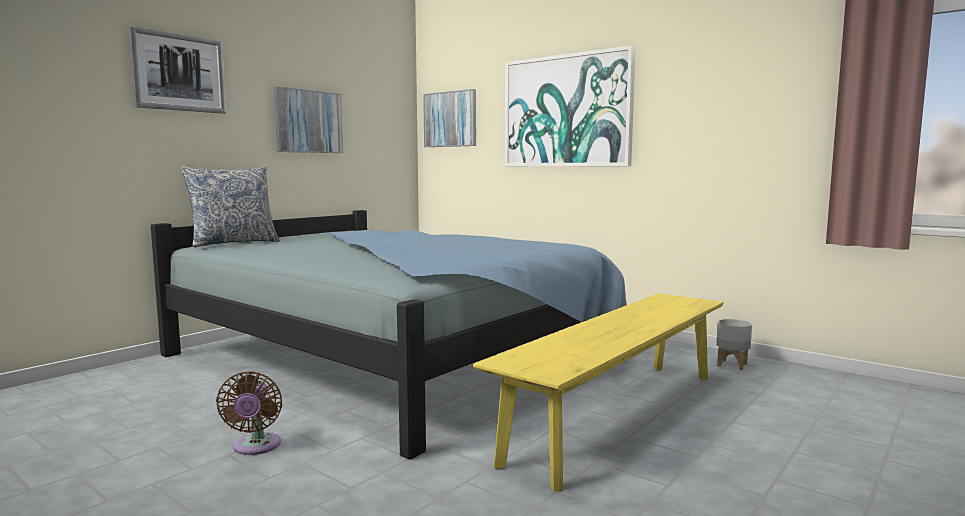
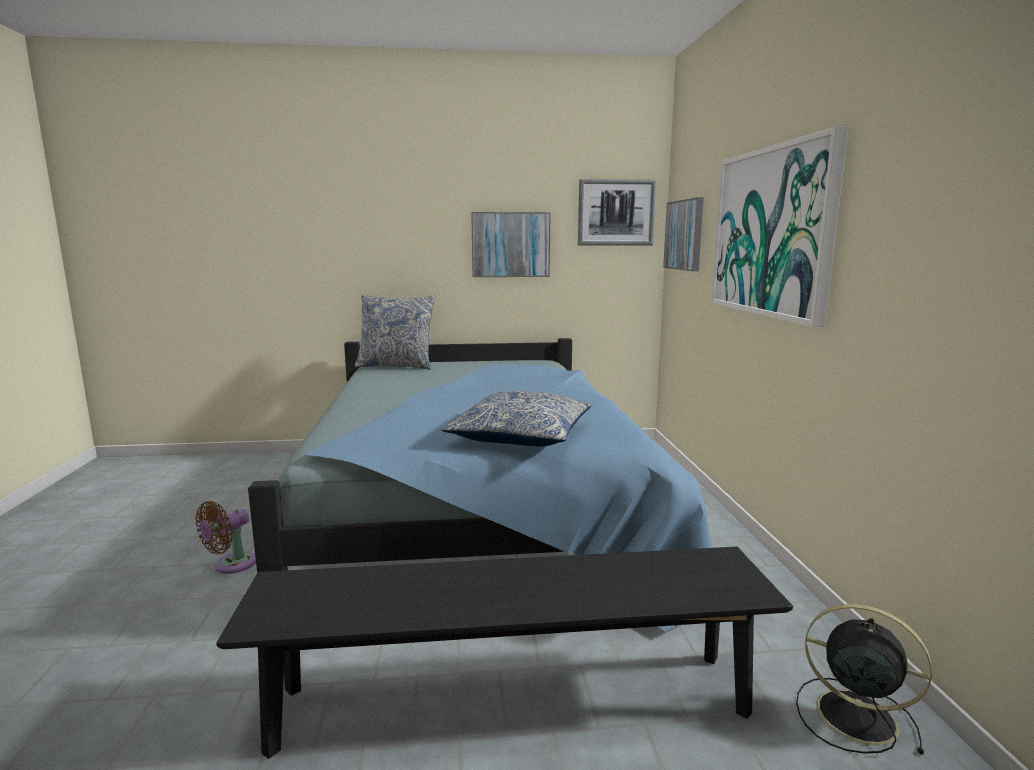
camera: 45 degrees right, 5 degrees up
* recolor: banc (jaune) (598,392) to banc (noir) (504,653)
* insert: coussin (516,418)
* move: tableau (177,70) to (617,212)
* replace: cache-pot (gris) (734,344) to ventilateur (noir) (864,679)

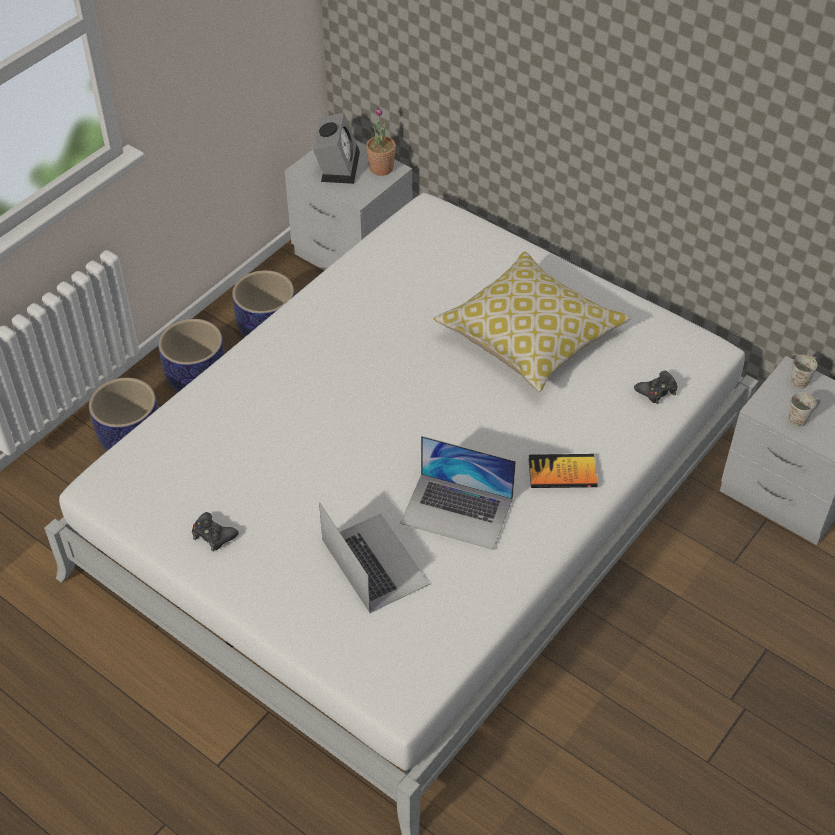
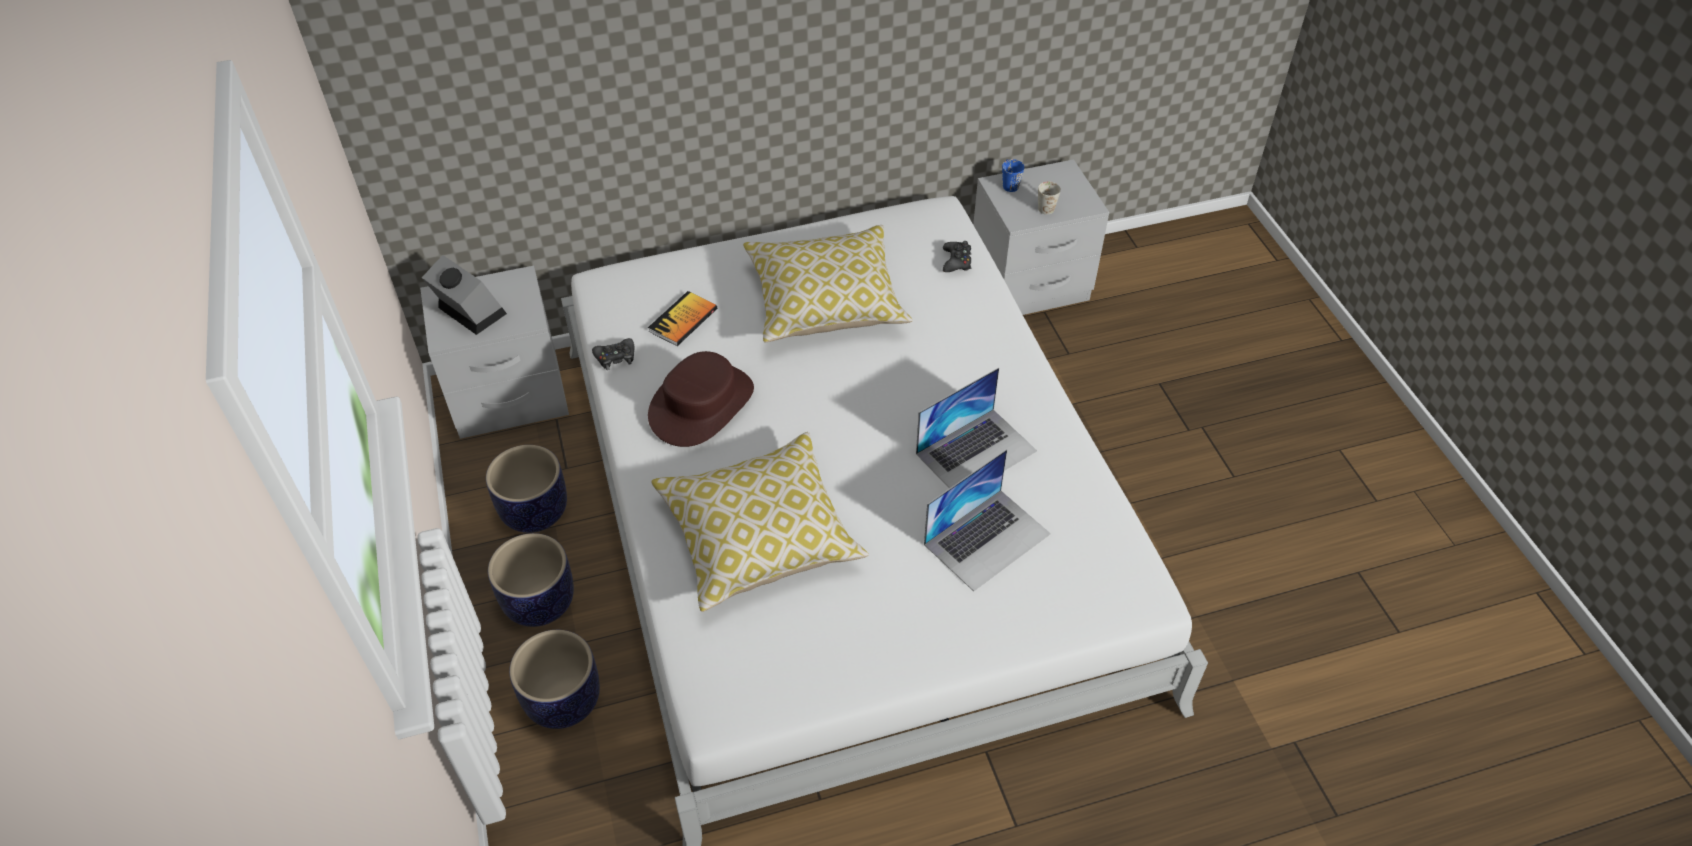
camera: 55 degrees left, 0 degrees up
* move: manette (noir) (215,531) to (613,354)
* move: livre (563,471) to (682,318)
* insert: chapeau (marron) (701,399)
* insert: coussin (760,522)
* rotate: ordinateur portable (374,557) = (987,520) 135 degrees clockwise
* recolor: mug (blanc) (804,372) to mug (bleu) (1013,175)
* delete: plante en pot (381,141)

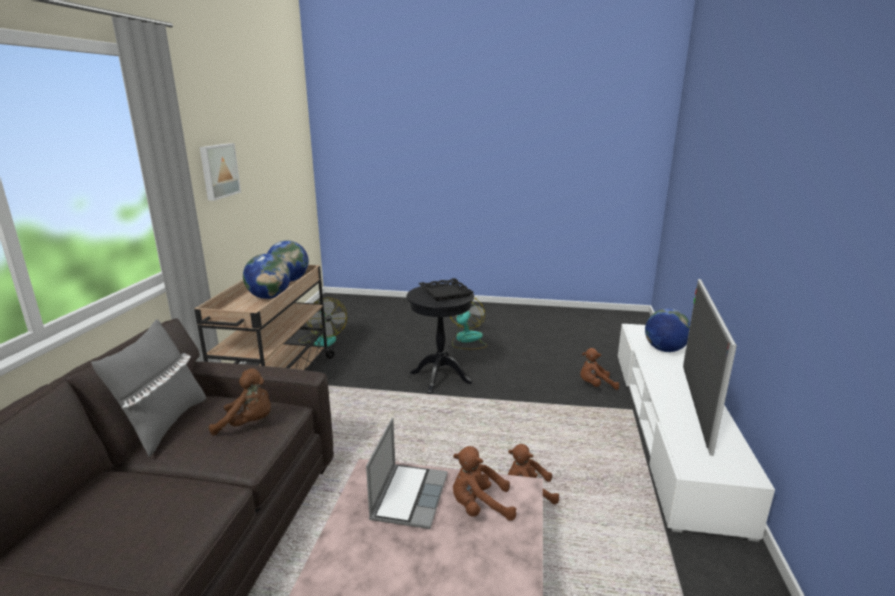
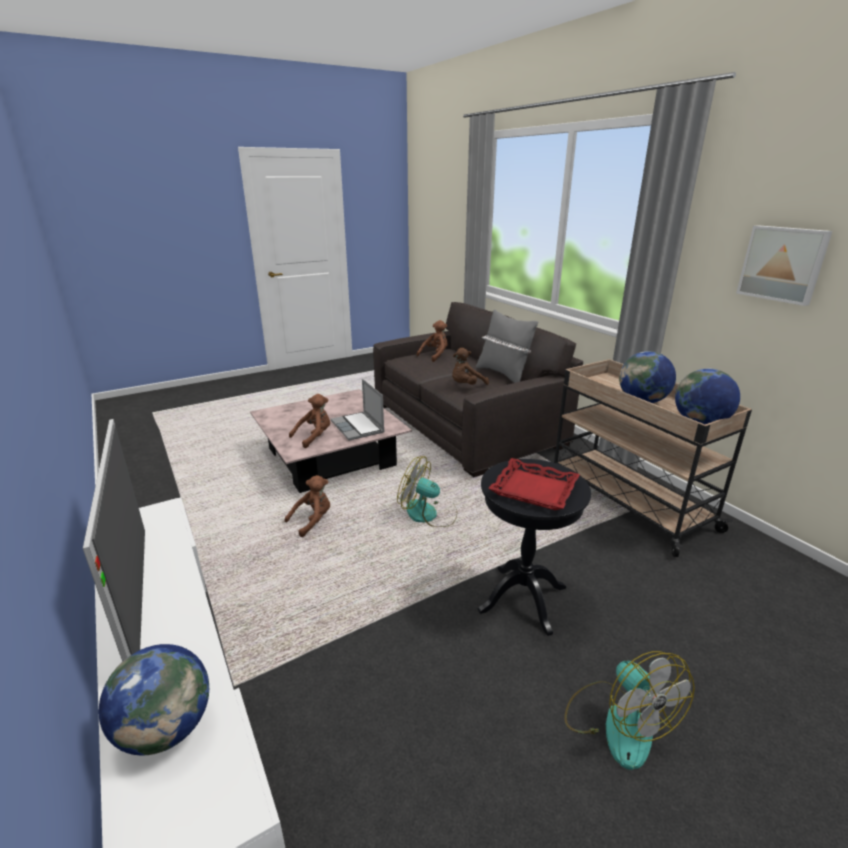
camera: 140 degrees right, 5 degrees up
* move: ventilateur (323,322) to (427,491)
* move: peluche (marron) (599,369) to (432,341)
* recolor: plateau (noir) (445,289) to plateau (rouge) (534,484)

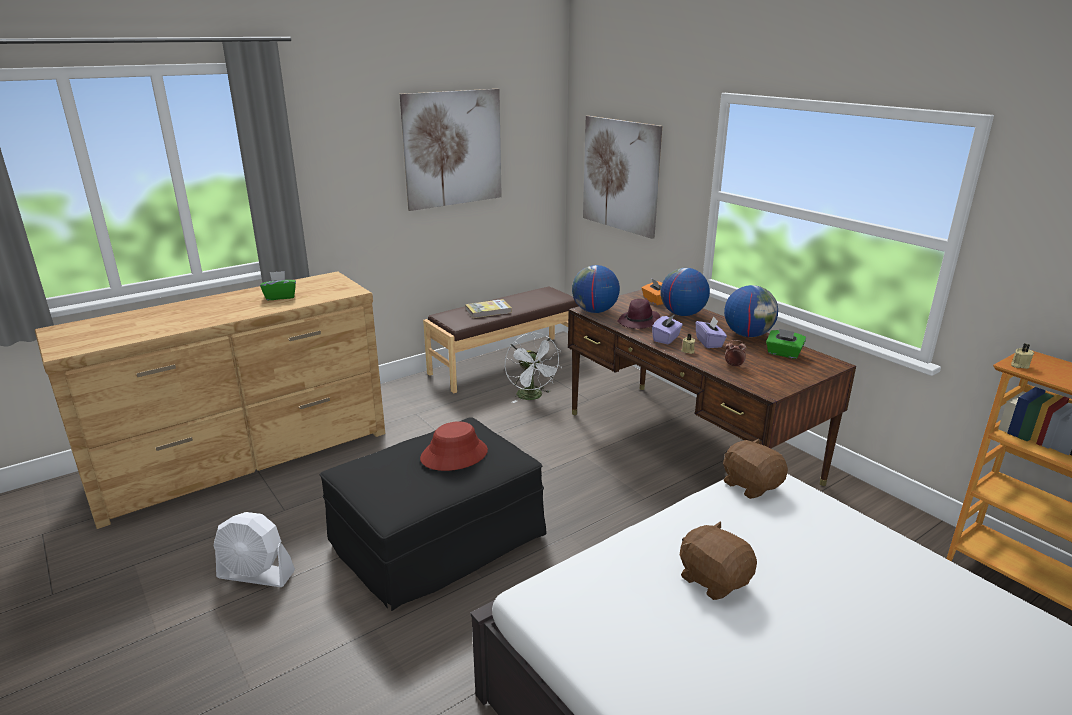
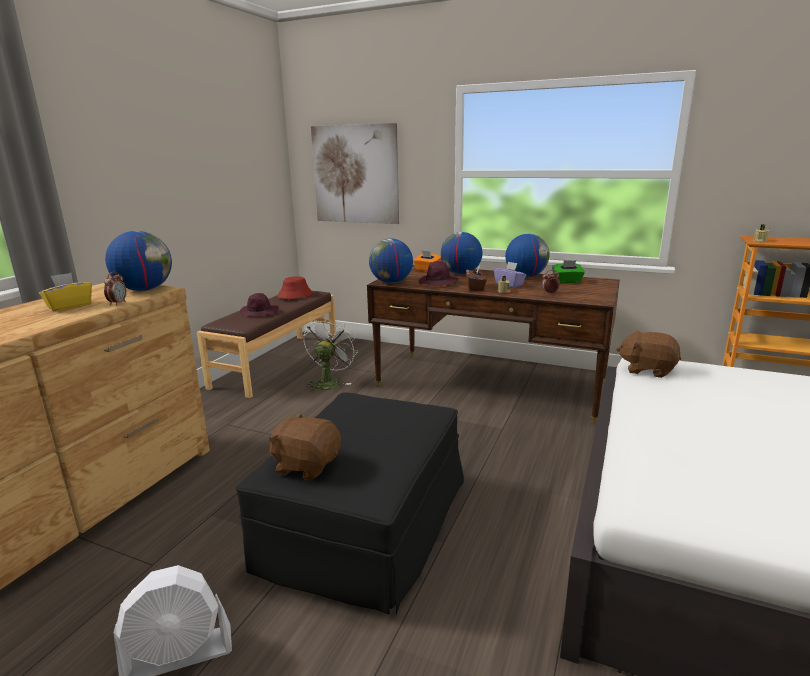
camera: 30 degrees left, 5 degrees down
* recolor: boîte à mouchoirs (vert) (278,285) to boîte à mouchoirs (jaune) (65,292)
* insert: réveil (115,288)
* insert: globe (138,261)
* replace: livre (488,308) to chapeau (violet) (259,305)
* move: peluche (marron) (718,560) to (305,447)
* move: chapeau (rouge) (454,446) to (295,287)
* rotate: ventilateur (blanc) (533,368) = (331,354) 105 degrees counterclockwise
* recolor: boîte à mouchoirs (violet) (667,329) to boîte à mouchoirs (marron) (476,278)
* delete: tableau (451,150)

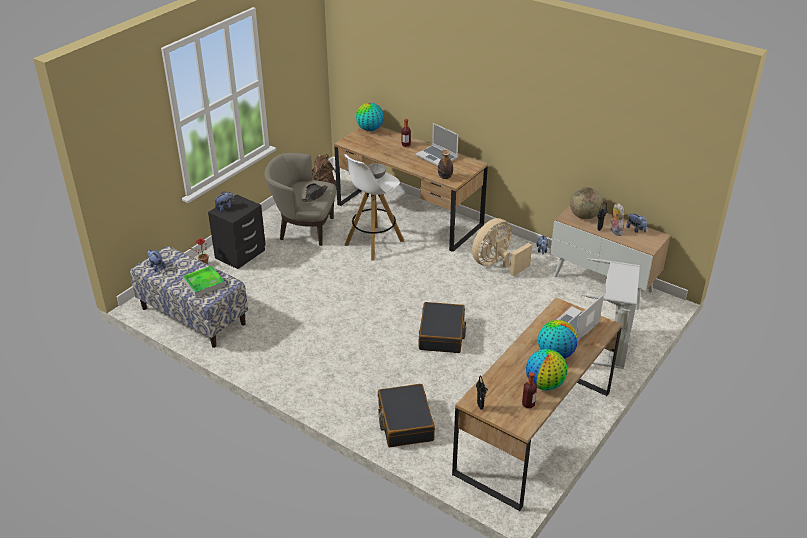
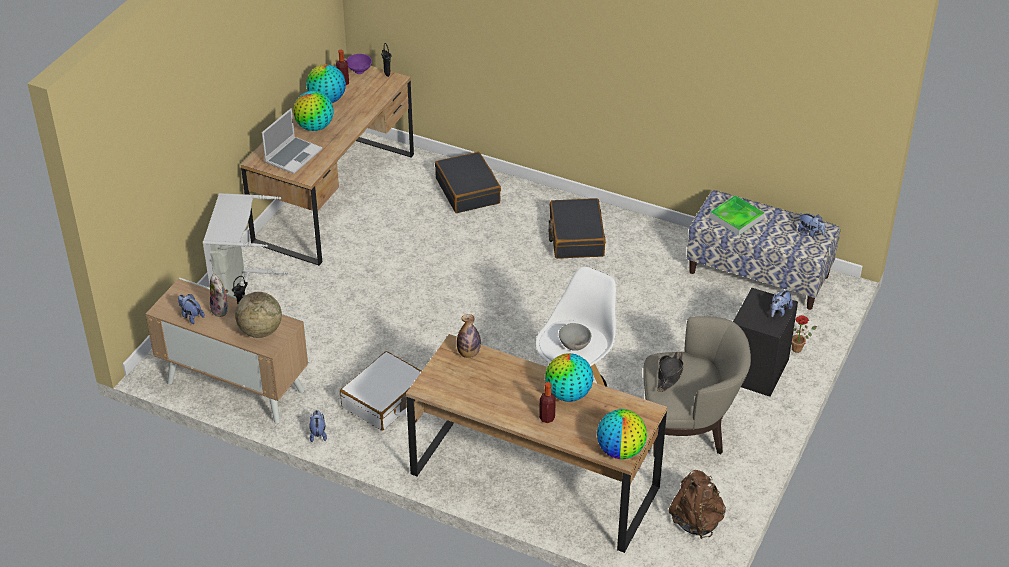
camera: 170 degrees right, 5 degrees up
* replace: ventilateur (beige) (502,247) to valise (blanc) (381,391)
* insert: bol (violet) (359,64)
* insert: globe (569,377)
* move: valise (noir) (442,327) to (577,228)
* delete: ordinateur portable (437,144)

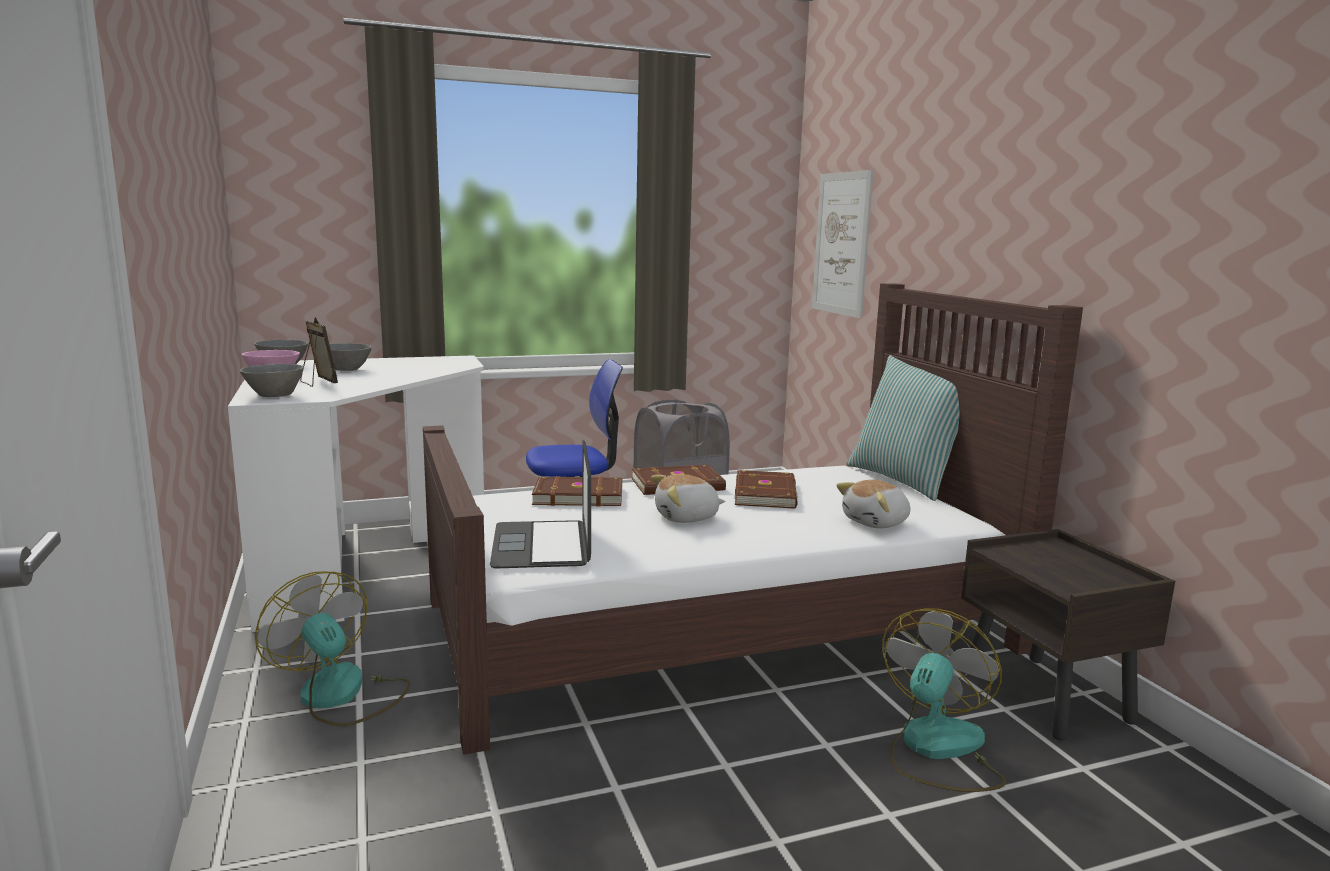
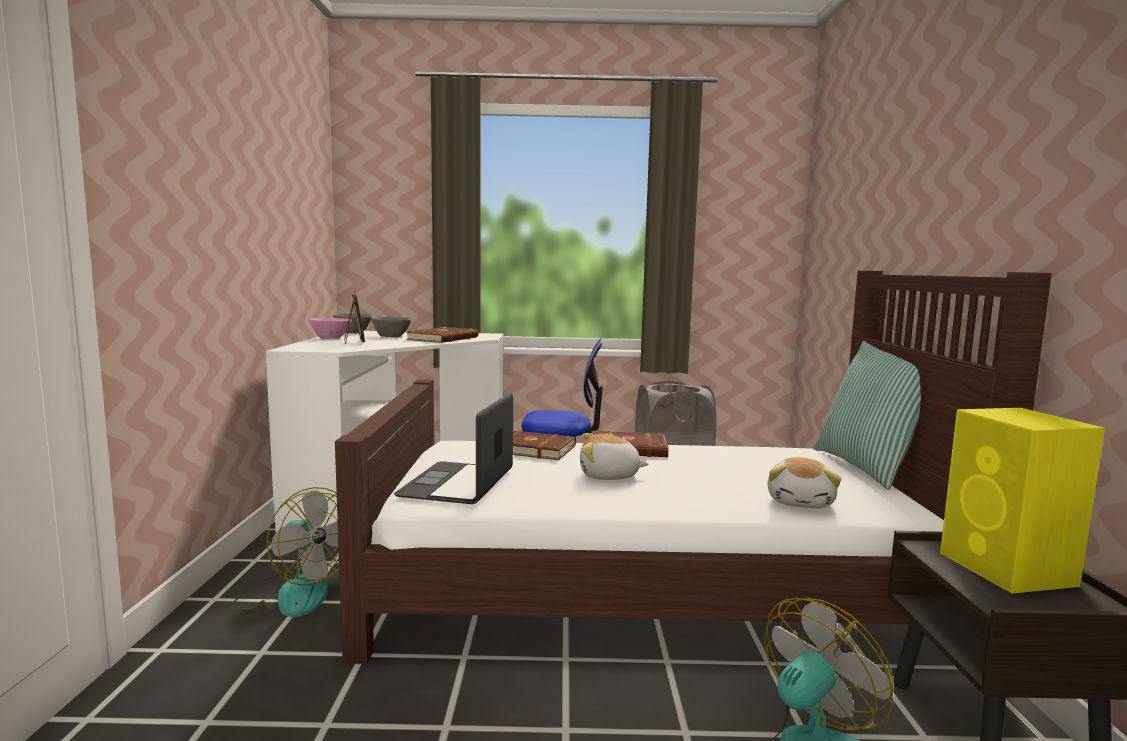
camera: 20 degrees right, 5 degrees down
* rotate: ventilateur (333,648) = (285,552) 150 degrees clockwise
* move: livre (marron) (766,489) to (442,335)
* rotate: peluche (873,504) = (804,482) 60 degrees counterclockwise
* insert: enceinte (jaune) (1022,500)
* delete: bol (gris) (272,380)
* delete: tableau (843,244)

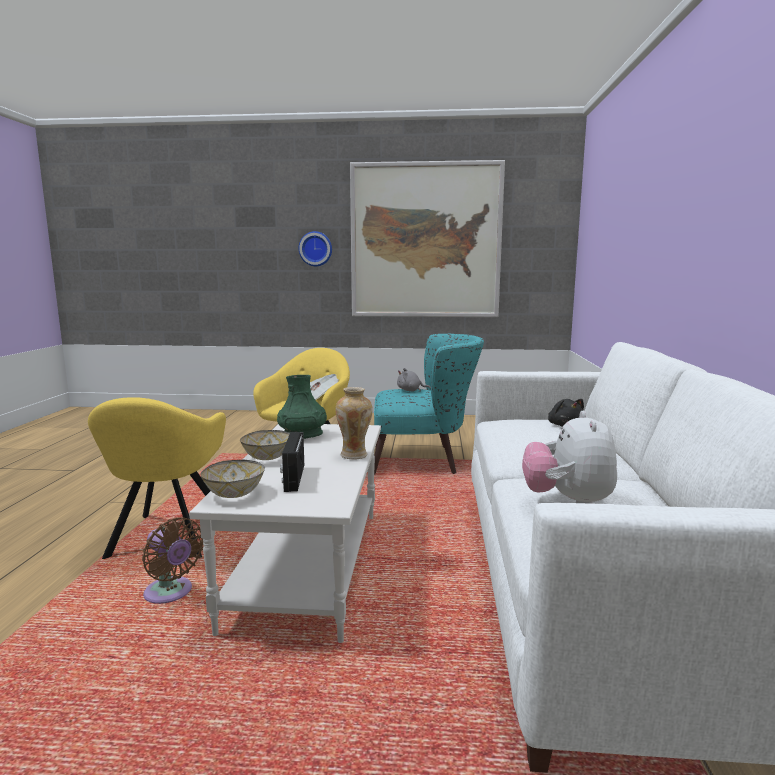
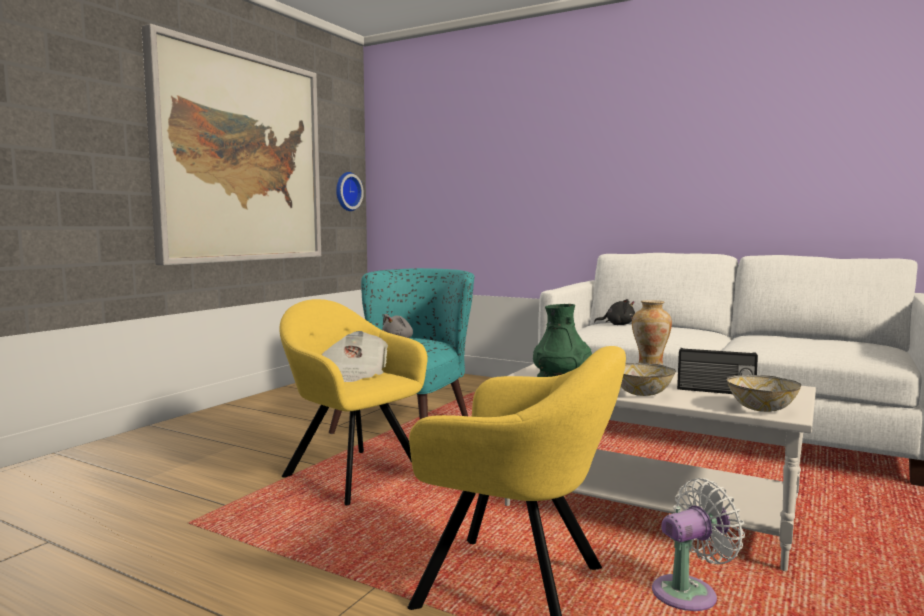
camera: 65 degrees left, 5 degrees down
* move: horloge murale (315,248) to (350,191)
* recolor: ventilateur (marron) (172,560) to ventilateur (blanc) (698,544)
* delete: peluche (569,457)

